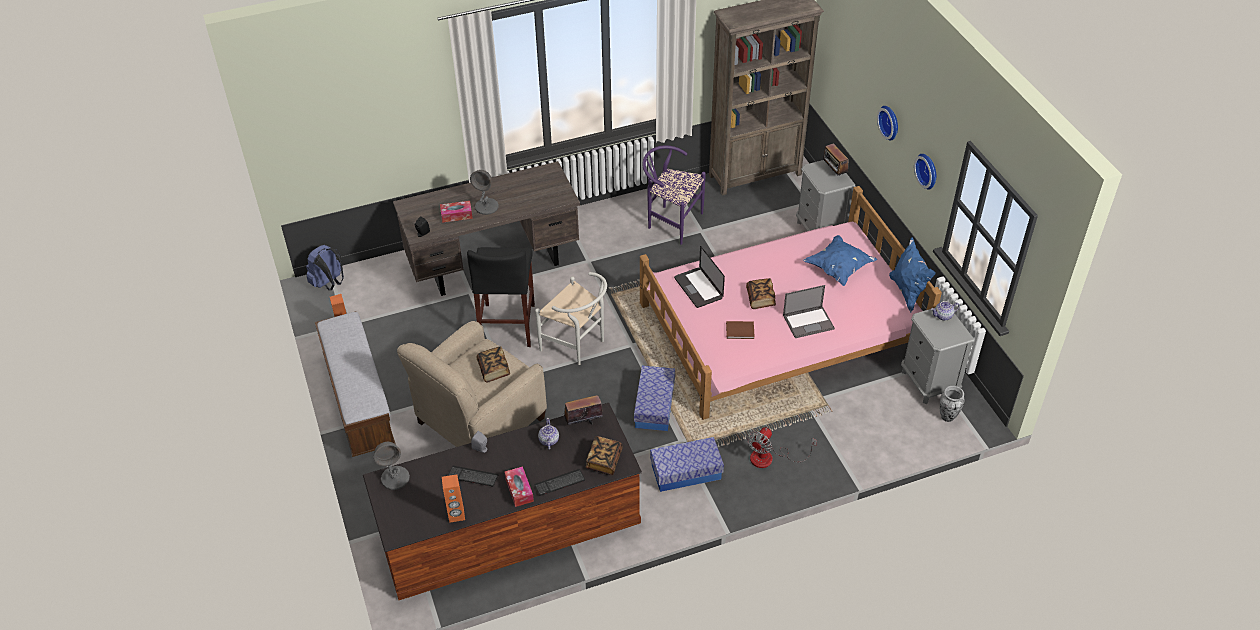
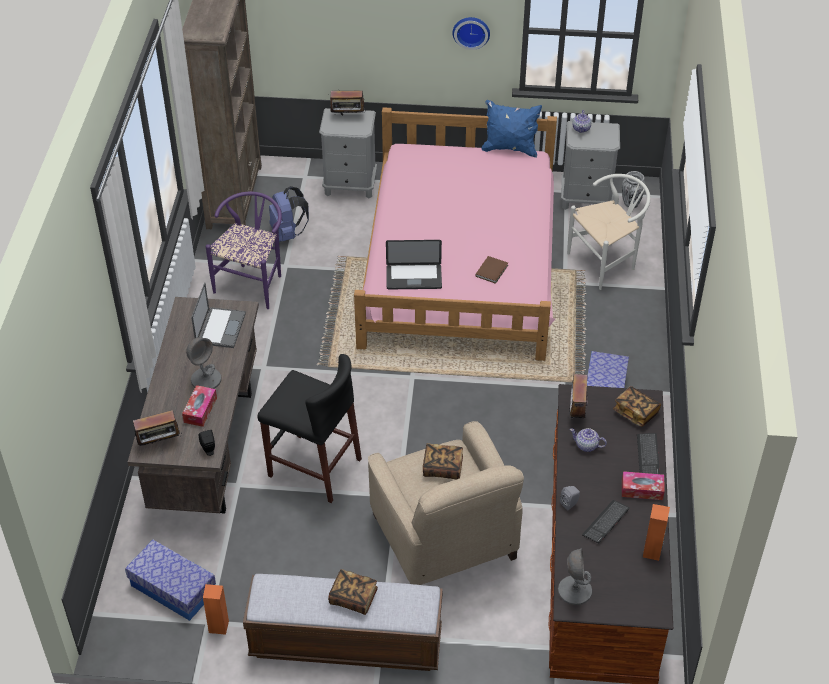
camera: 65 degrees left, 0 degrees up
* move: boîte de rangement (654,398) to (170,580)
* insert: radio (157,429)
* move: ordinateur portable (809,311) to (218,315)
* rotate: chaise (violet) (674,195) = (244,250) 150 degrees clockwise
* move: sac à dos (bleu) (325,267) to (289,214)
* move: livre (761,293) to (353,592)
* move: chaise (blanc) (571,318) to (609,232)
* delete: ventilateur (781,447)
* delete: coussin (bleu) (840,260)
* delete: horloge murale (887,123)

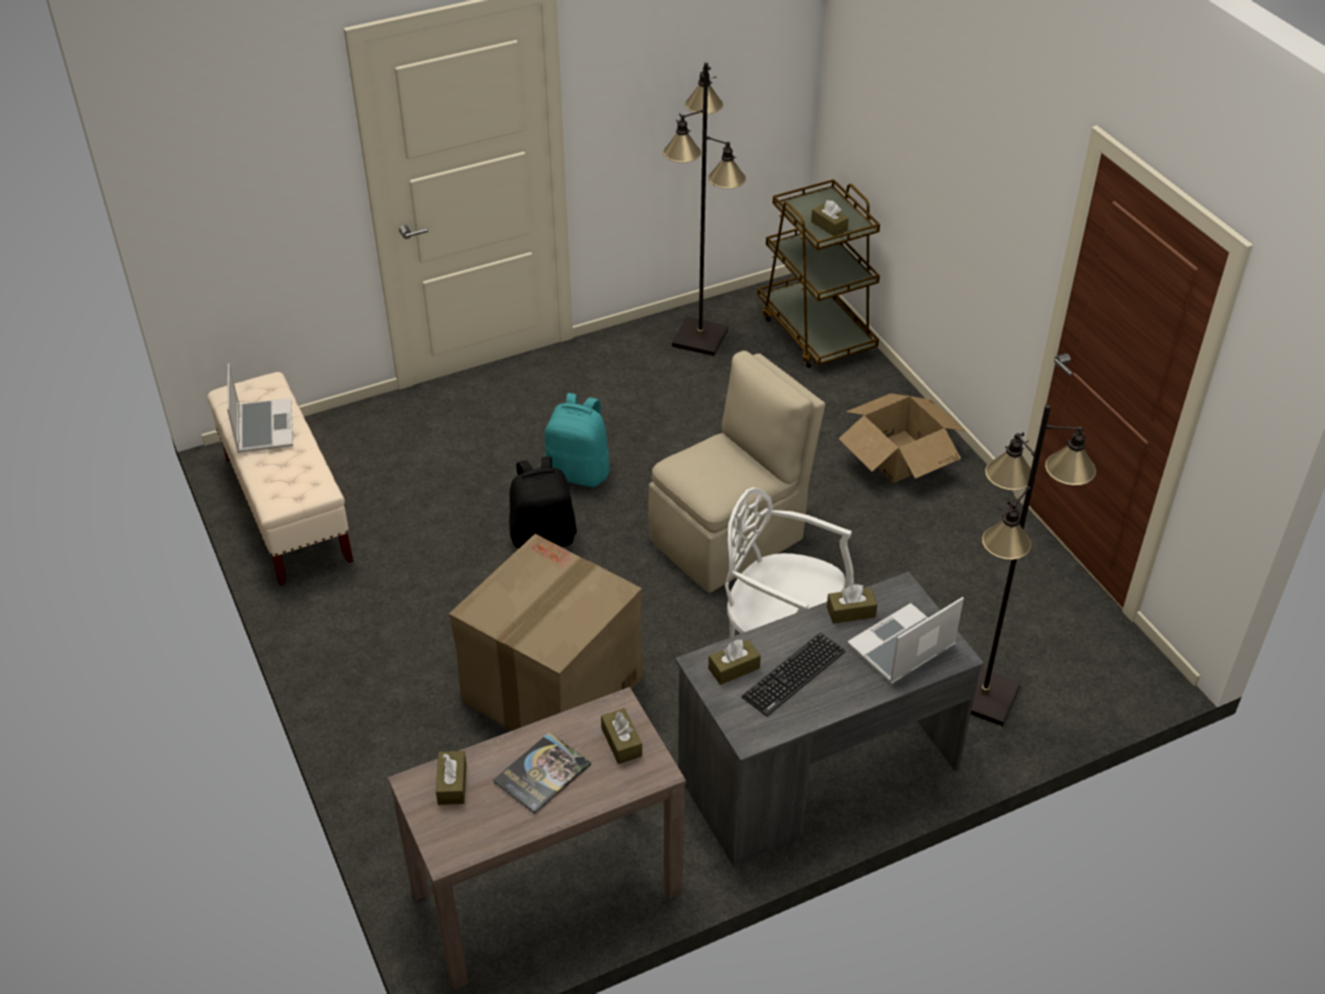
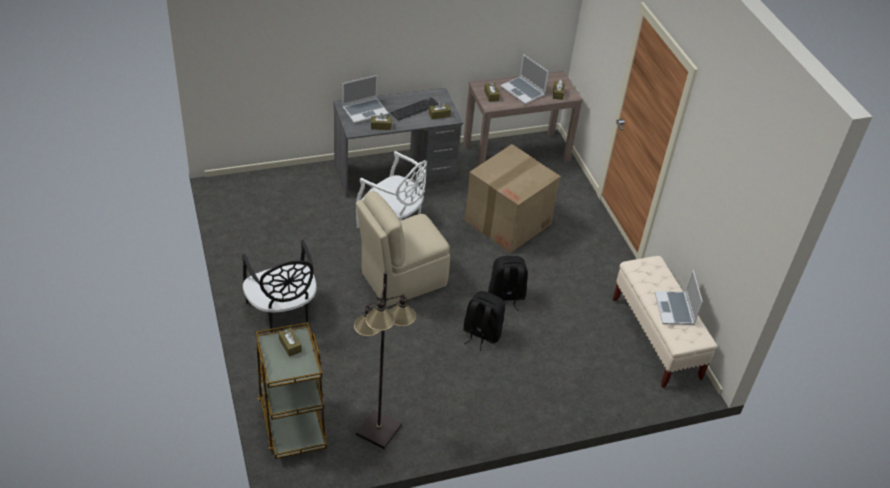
camera: 175 degrees left, 0 degrees up
* replace: carton (902,438) to chaise (noir) (279,286)
* recolor: sac à dos (turquoise) (577,440) to sac à dos (noir) (484,321)
* replace: livre (542,773) to ordinateur portable (524,79)
* delete: lampadaire (noir) (1033,565)

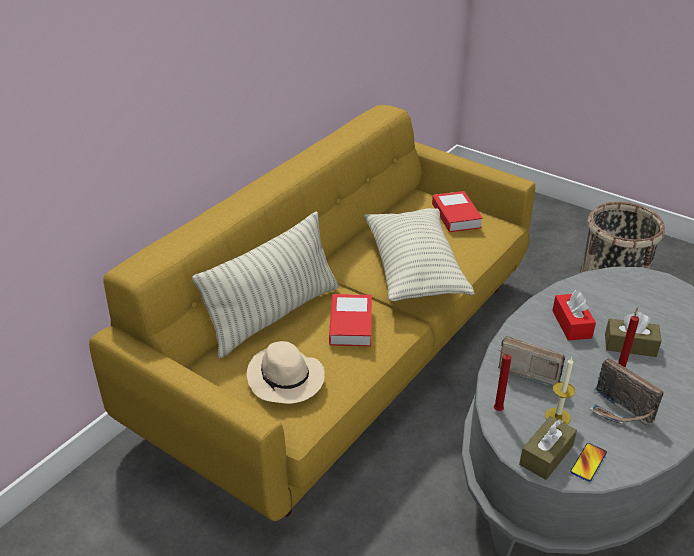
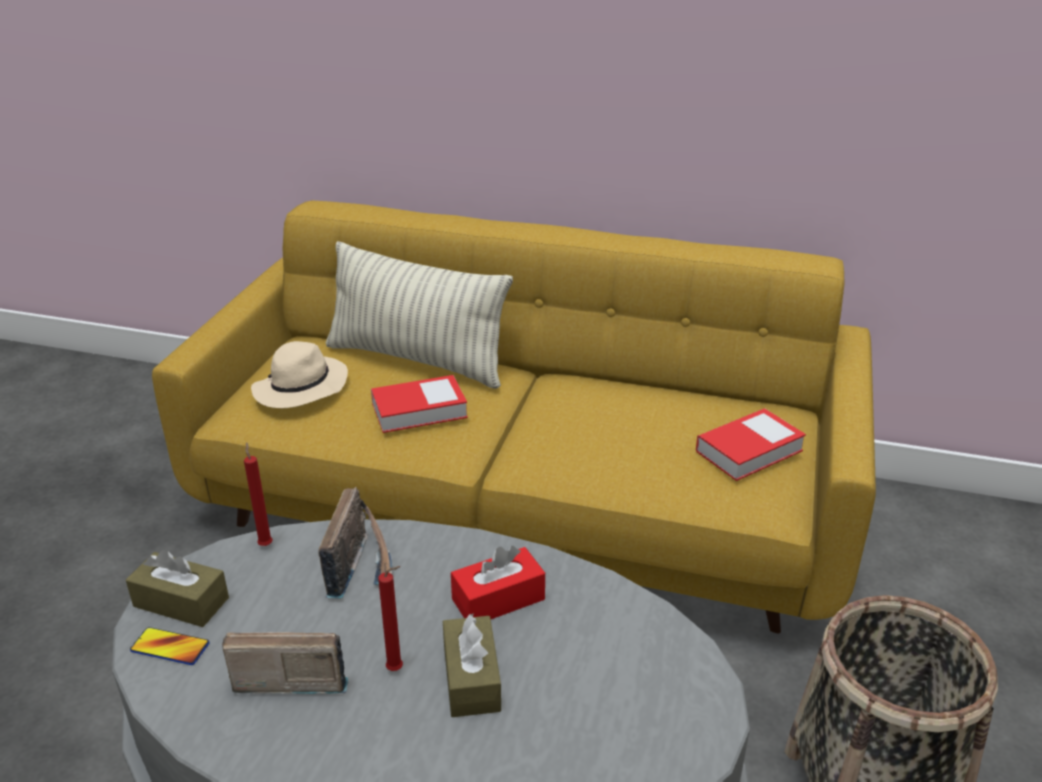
camera: 70 degrees right, 5 degrees down
* rotate: radio (626,391) = (285,663) 60 degrees clockwise
* delete: coussin (419,254)
* delete: bougie (560,391)

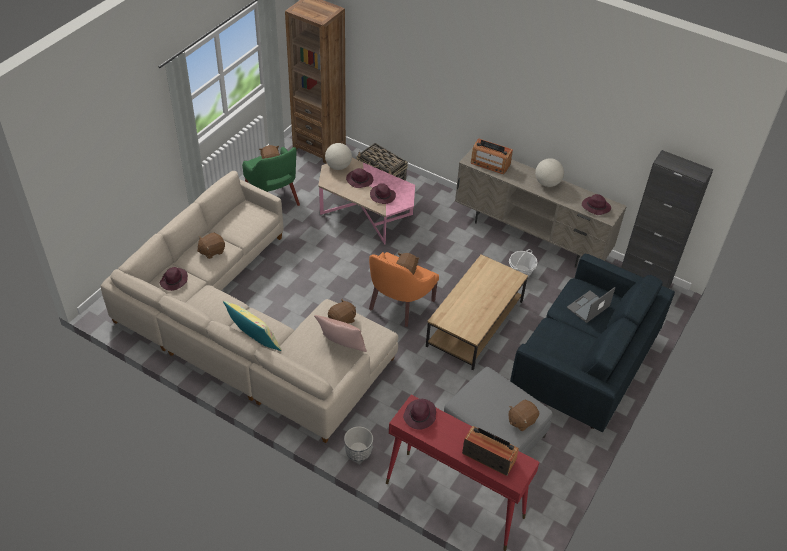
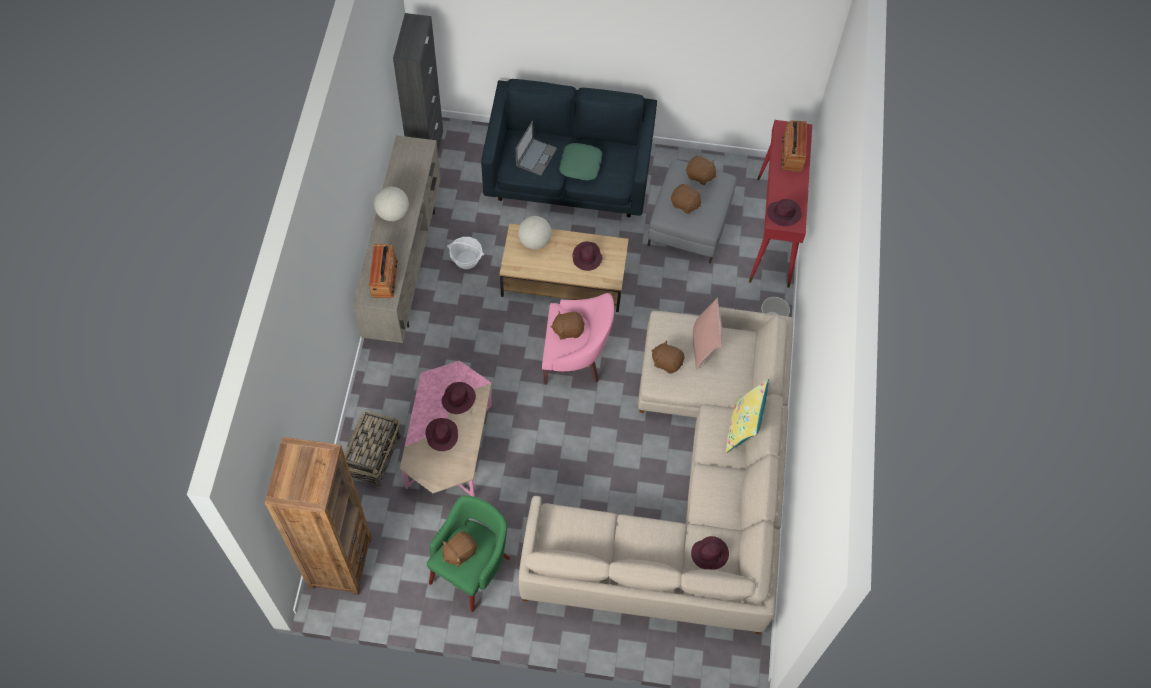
camera: 115 degrees left, 15 degrees up
* rotate: ordinateur portable (591,305) = (536,148) 90 degrees counterclockwise
* move: globe (338,156) to (534,232)
* recolor: fauteuil (orange) (404,289) to fauteuil (rose) (578,339)
* insert: coussin (vert) (580,162)
* move: chapeau (violet) (596,204) to (588,256)
* move: peluche (marron) (211,245) to (686,199)

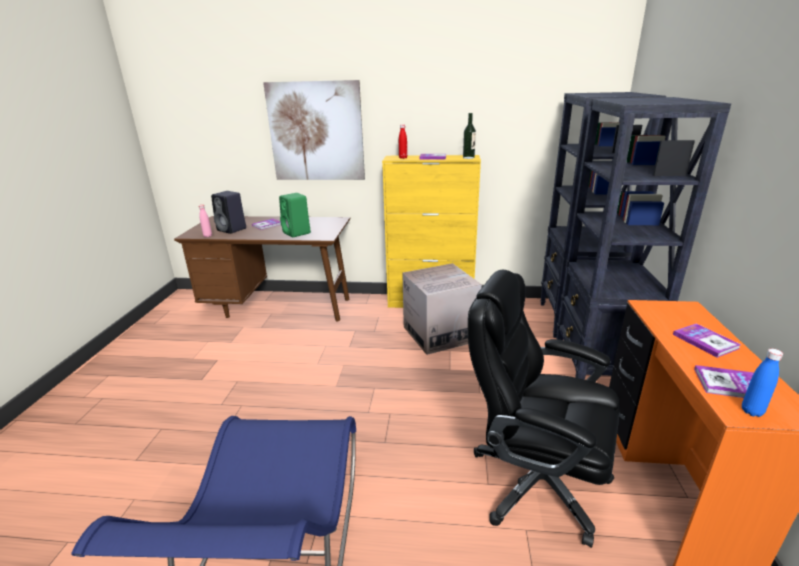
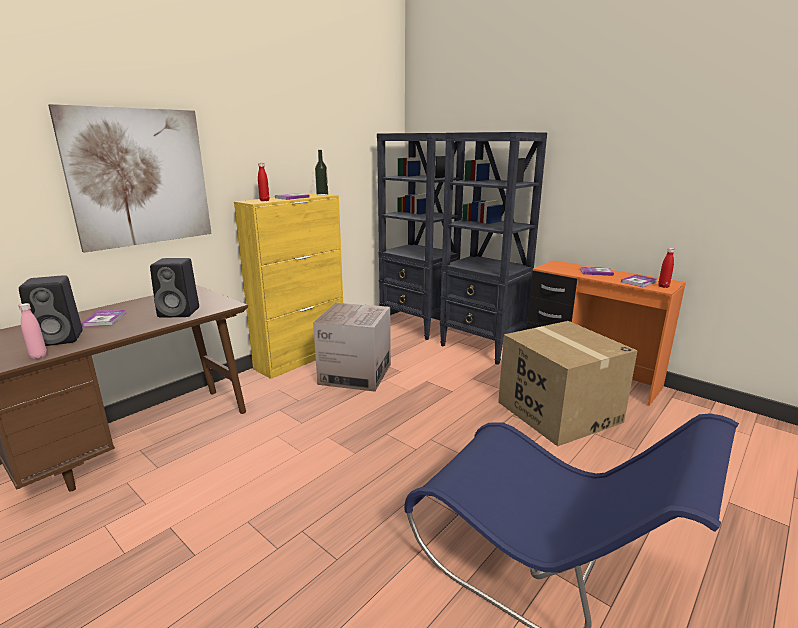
camera: 55 degrees left, 5 degrees down
* recolor: enceinte (vert) (295,215) to enceinte (noir) (174,288)
* replace: chaise de bureau (noir) (543,409) to carton (568,384)
* recolor: bouteille (bleu) (762,383) to bouteille (rouge) (666,268)

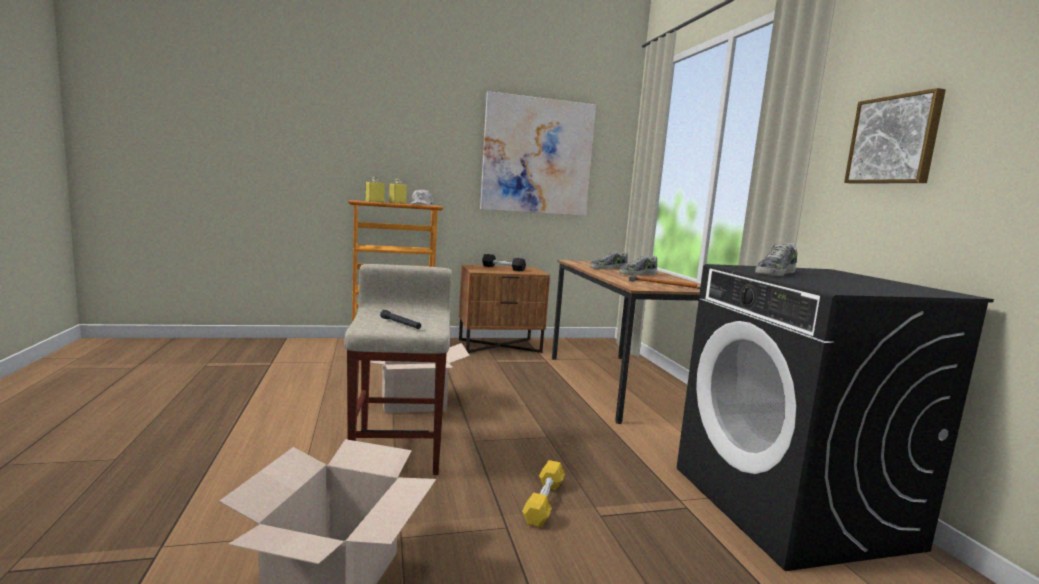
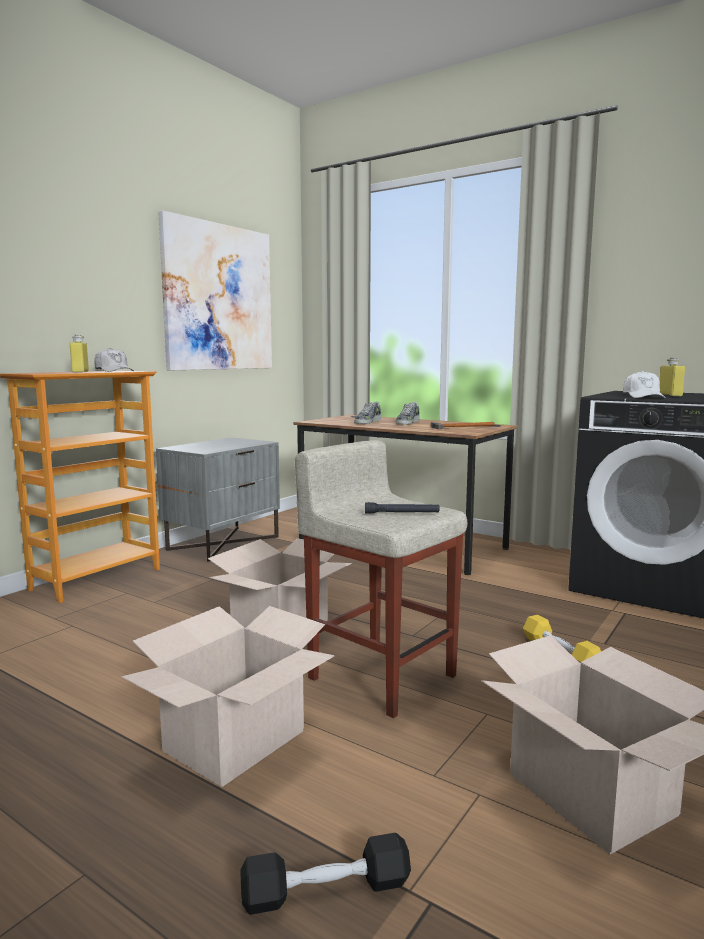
camera: 40 degrees left, 0 degrees up
* insert: carton (228,696)
* recolor: table de chevet (marron) (504,309) to table de chevet (gris) (218,499)
* move: haltère (noir) (504,262) to (325,874)
* replace: chaussure (776,259) to casquette (blanc) (644,384)
* move: bouteille (jaune) (375,190) to (672,377)
* delete: tableau (895,136)

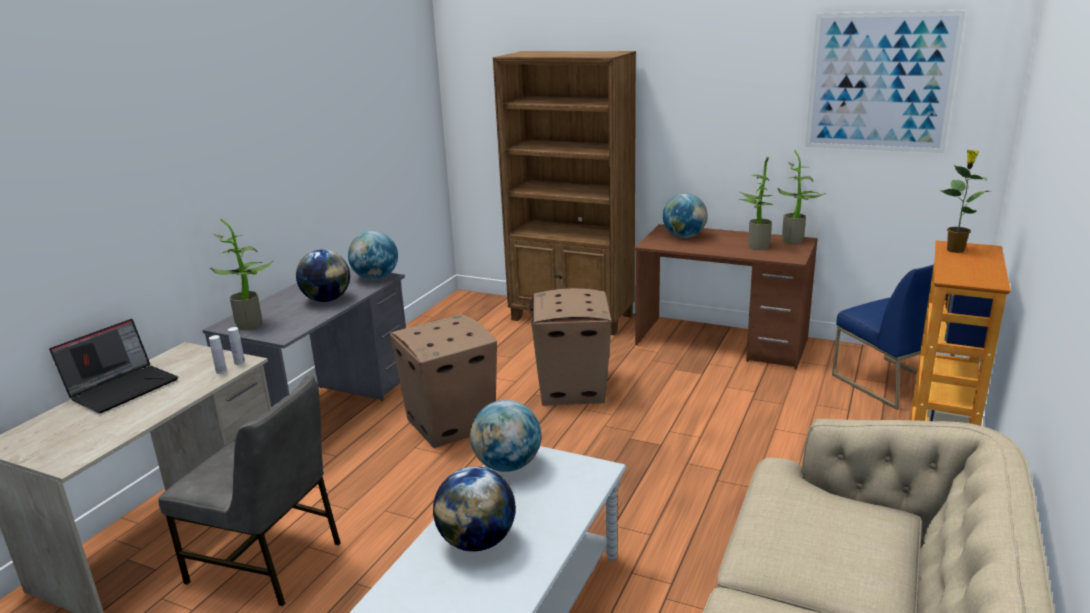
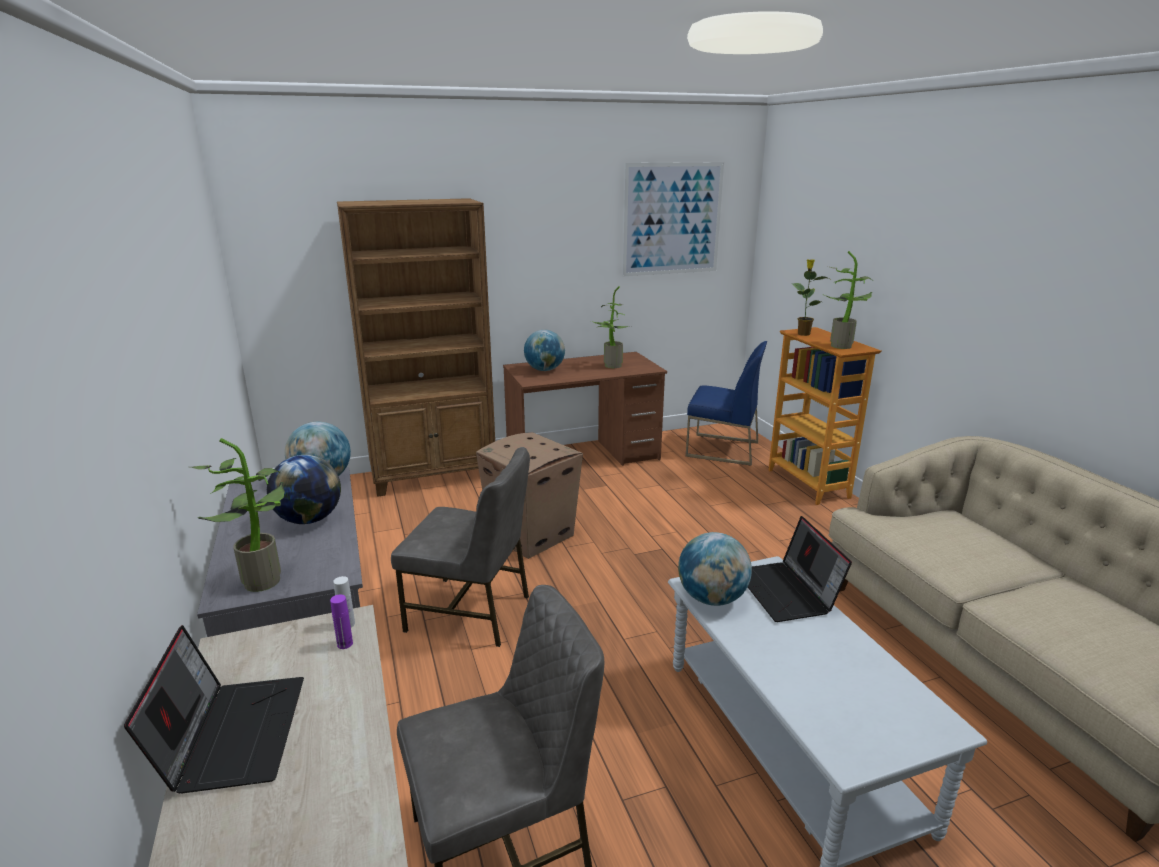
camera: 45 degrees left, 0 degrees up
* recolor: bouteille (blanc) (218,354) to bouteille (violet) (341,622)
* replace: carton (443,381) to chaise (gris) (460,547)
* insert: ordinateur portable (800,569)
* move: plante en pot (801,197) to (847,300)
* delete: globe (474,508)

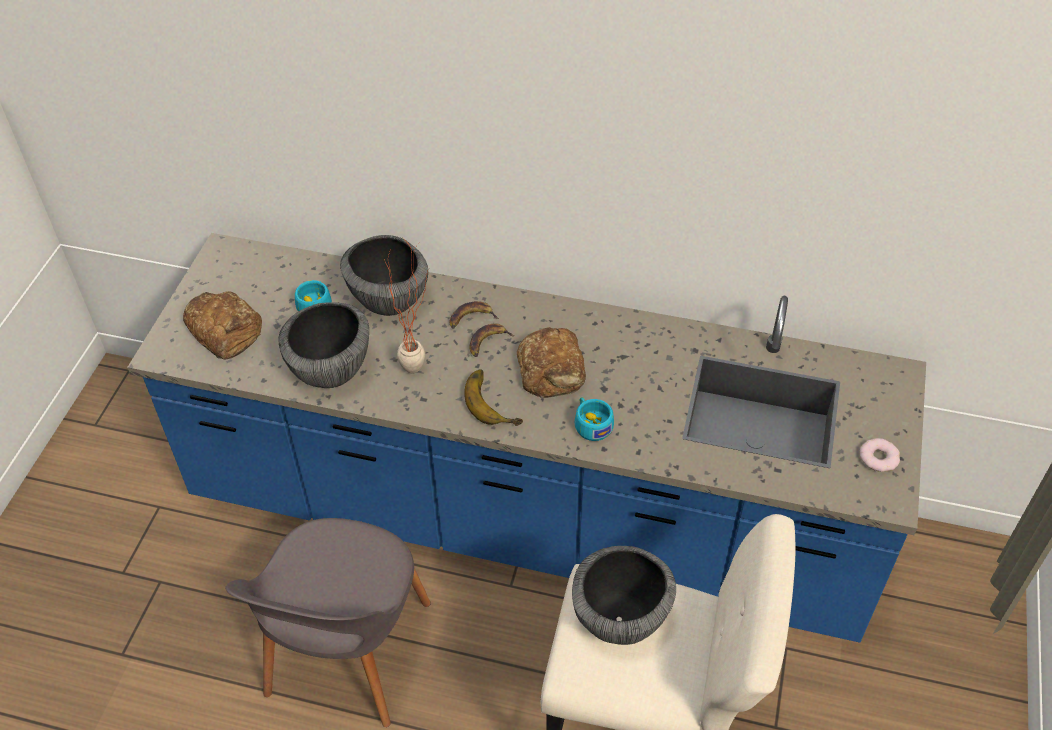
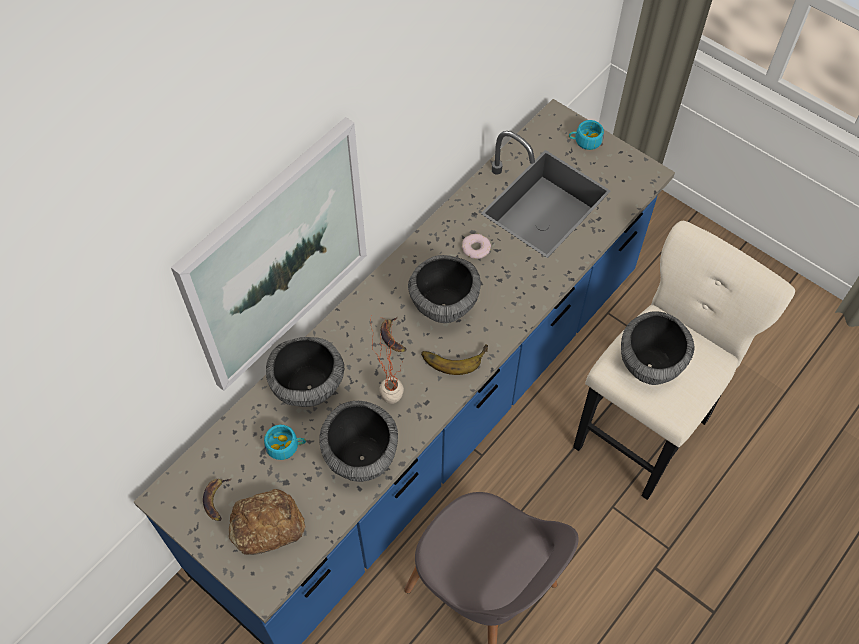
camera: 65 degrees left, 10 degrees up
* insert: tableau (269,254)
* move: banane (474,314) to (217,499)
* replace: pain (551,362) to bol (444,289)
* move: beignet (880,455) to (476,246)
* move: tasse (turquoise) (594,419) to (586,135)

